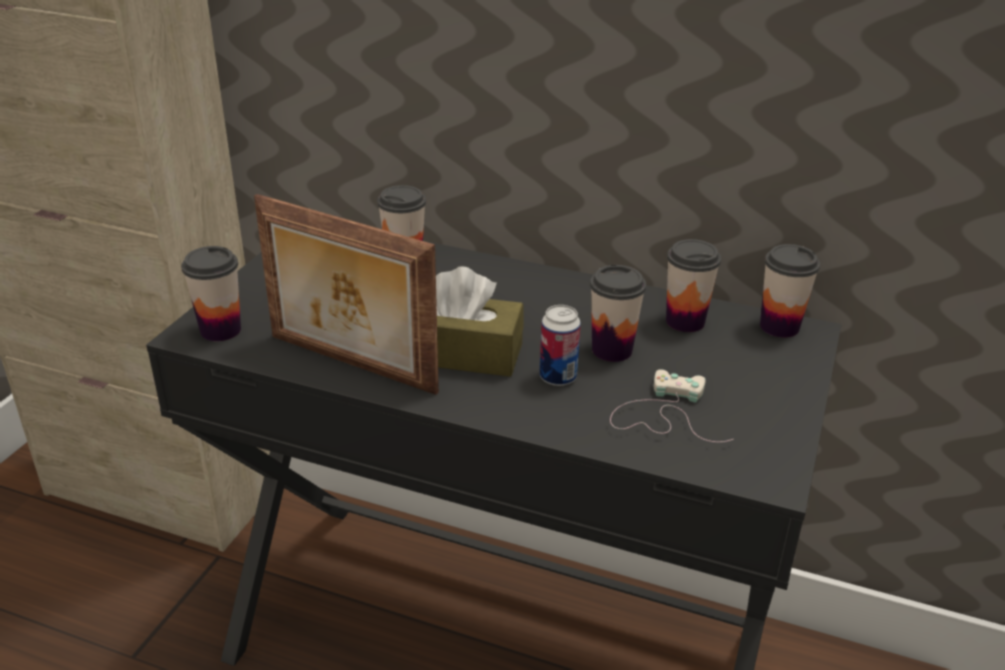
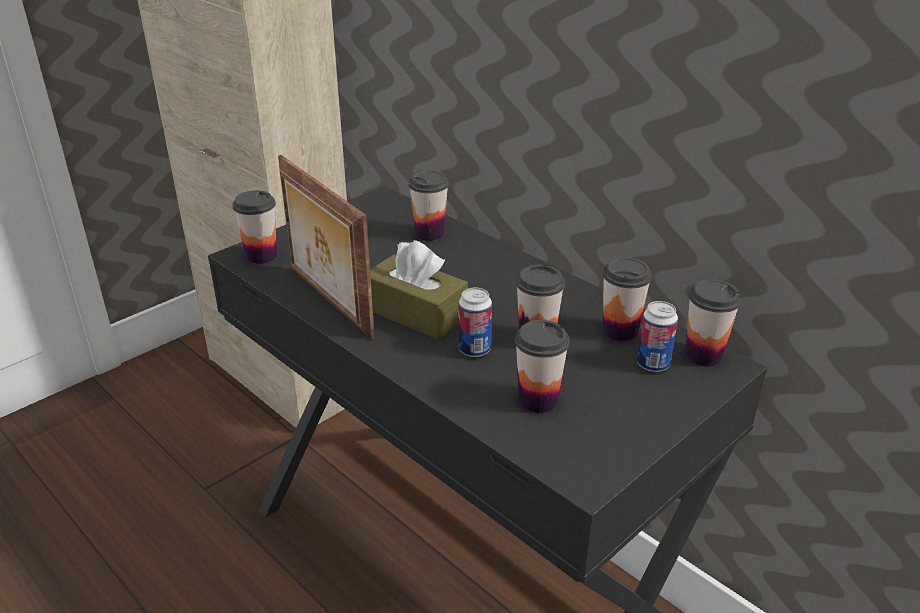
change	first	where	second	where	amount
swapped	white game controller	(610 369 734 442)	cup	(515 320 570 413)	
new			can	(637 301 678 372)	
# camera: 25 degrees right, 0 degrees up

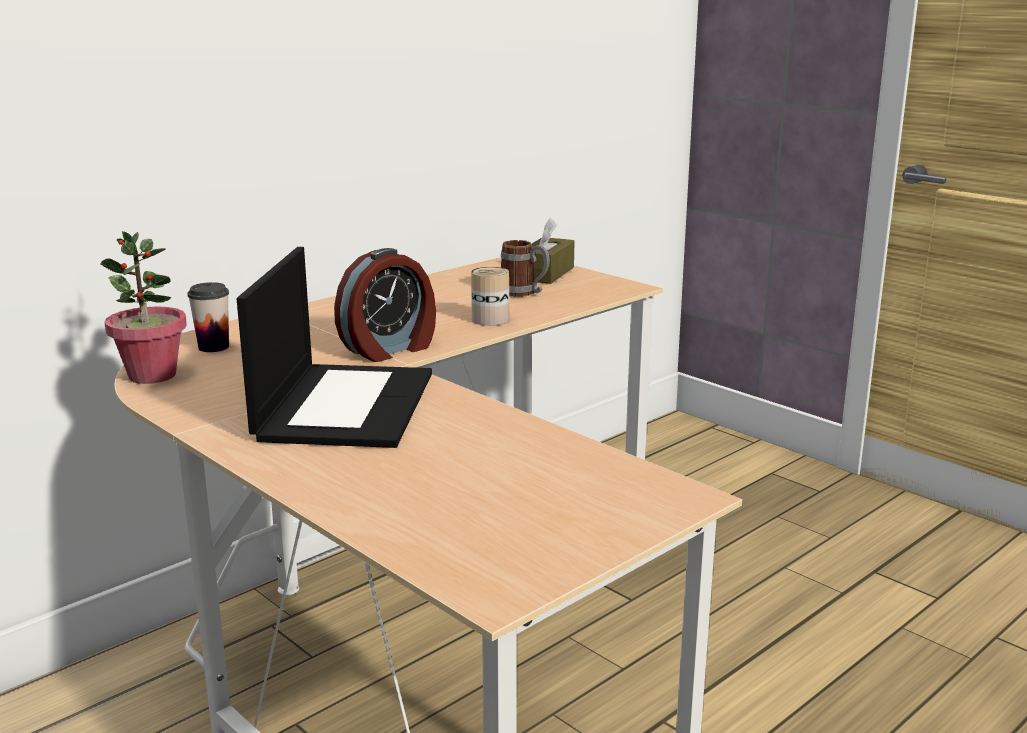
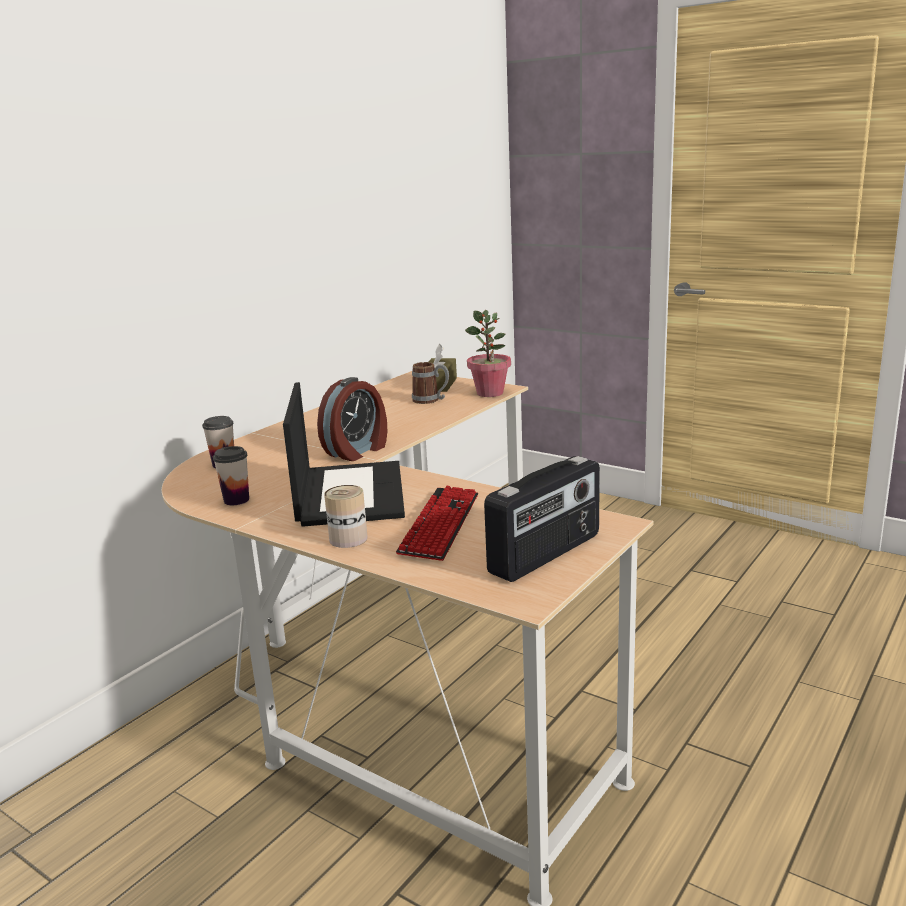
change	first	where	second	where	amount
new			cup	(213 446 249 505)	
shifted	can	(471 267 509 326)		(324 485 368 548)	
new			keyboard	(396 486 479 561)	
shifted	potted plant	(100 231 187 384)		(465 310 511 397)	
new			radio	(484 456 600 582)	
# camera: 10 degrees left, 0 degrees up

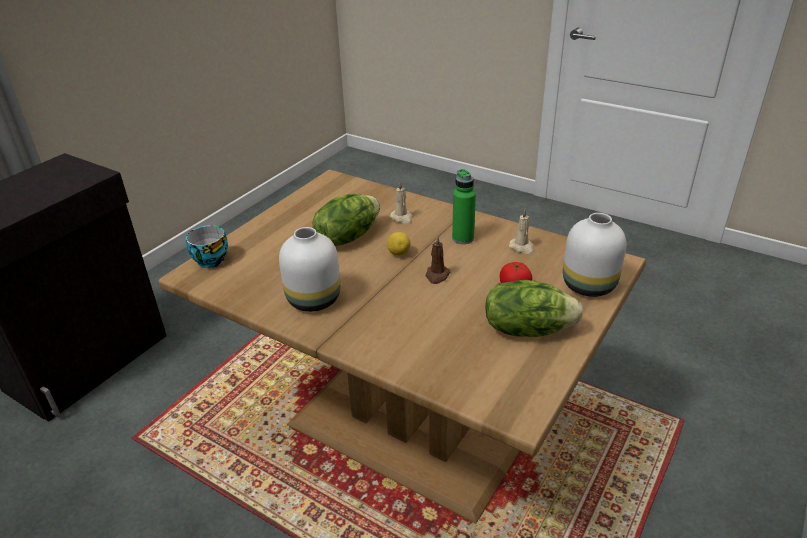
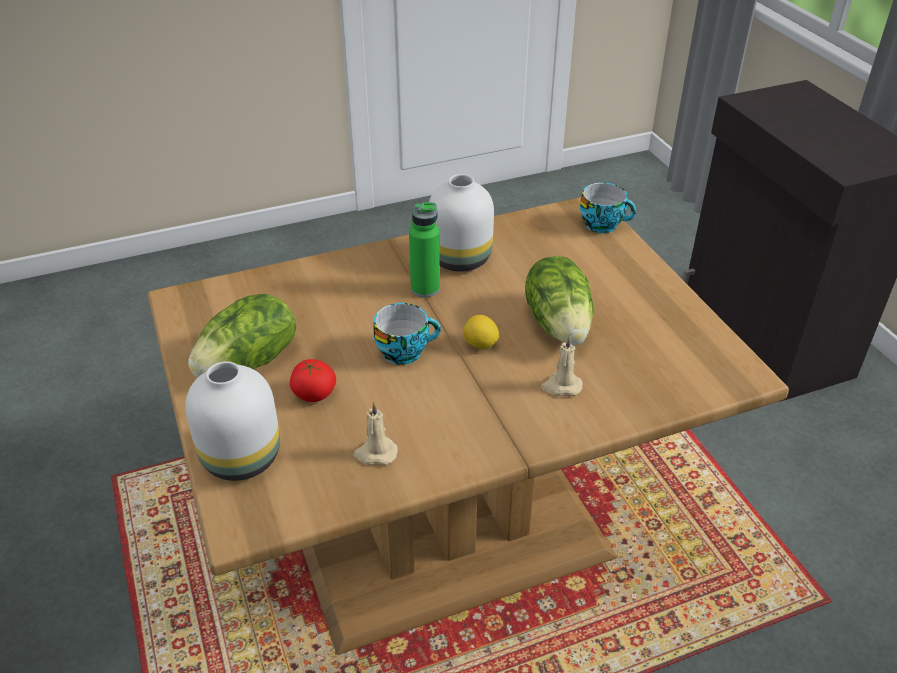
change	first	where	second	where	amount
swapped	brown candle	(426 236 450 284)	cup	(373 303 441 365)	
shifted	green bottle	(452 169 476 244)		(409 202 440 298)	
# camera: 125 degrees right, 5 degrees up

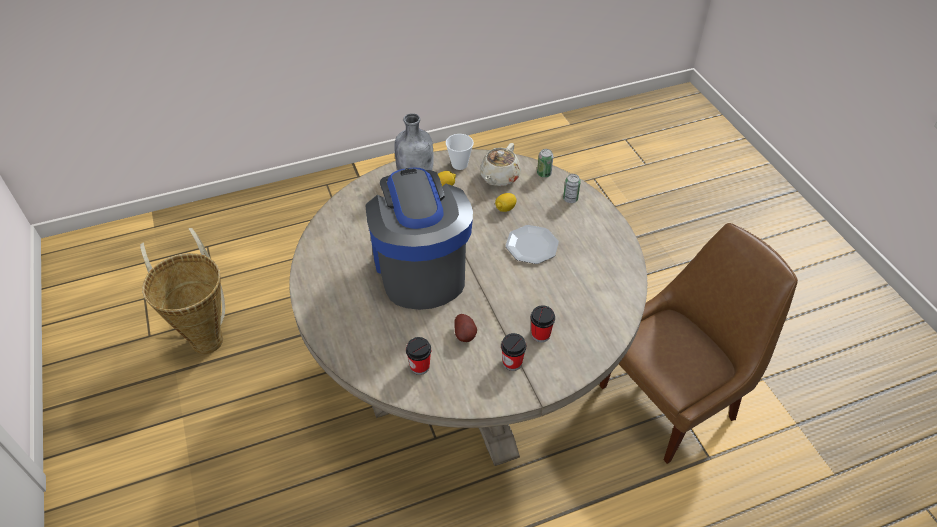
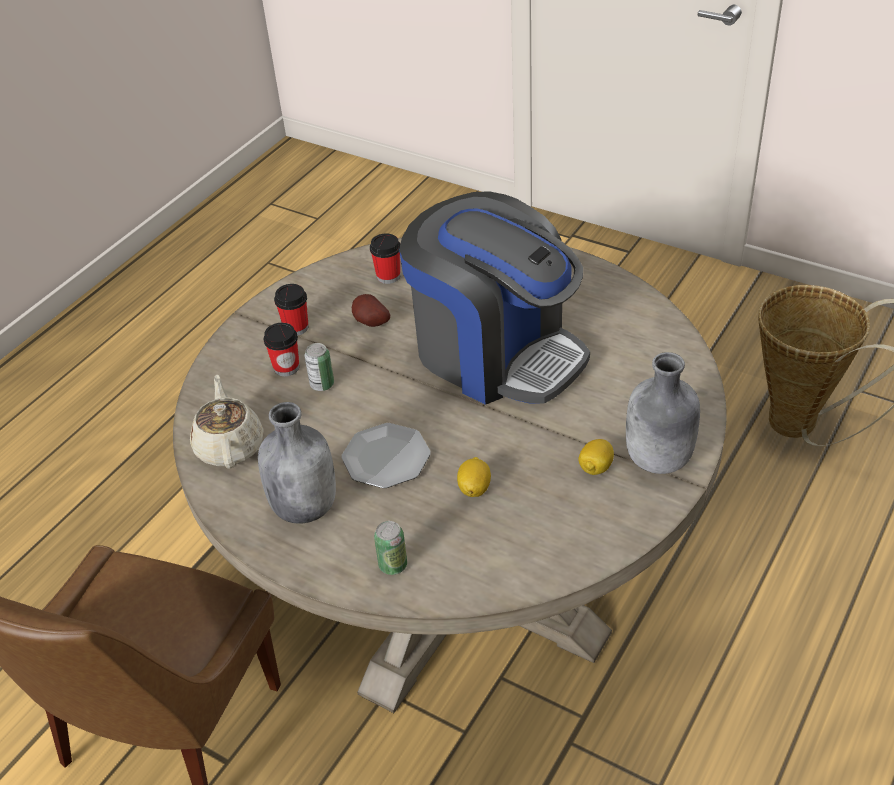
change	first	where	second	where	amount
shifted	beige teapot	(480 143 521 186)		(190 375 264 469)	
new			grey bottle	(258 402 336 524)	
shifted	can	(537 149 553 178)		(304 343 334 391)	
gone	cup	(446 134 474 170)			
# camera: 145 degrees right, 5 degrees down

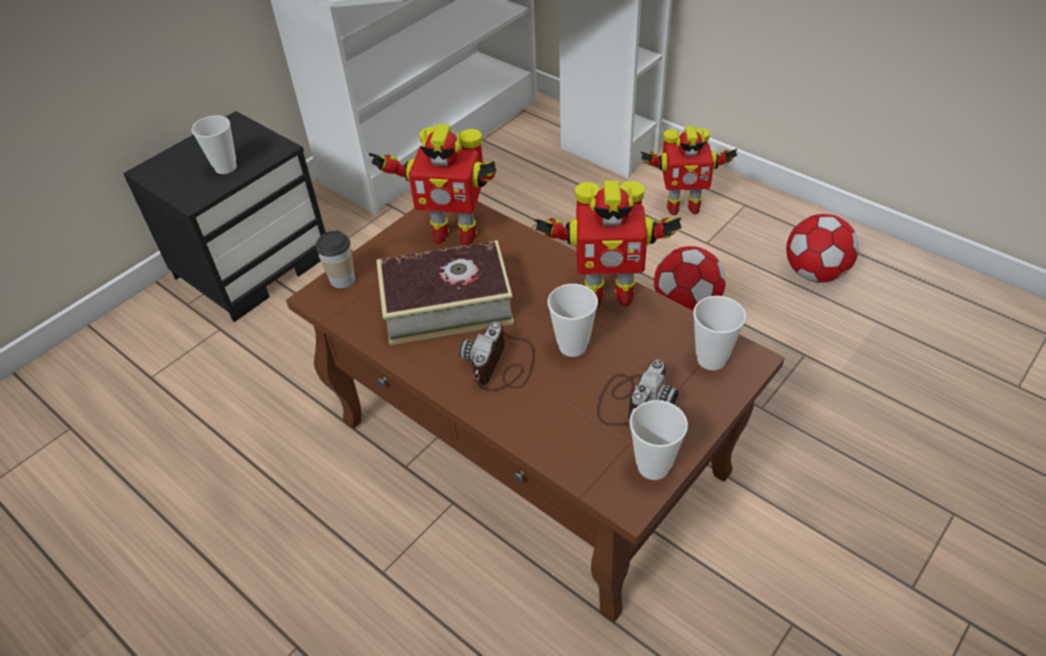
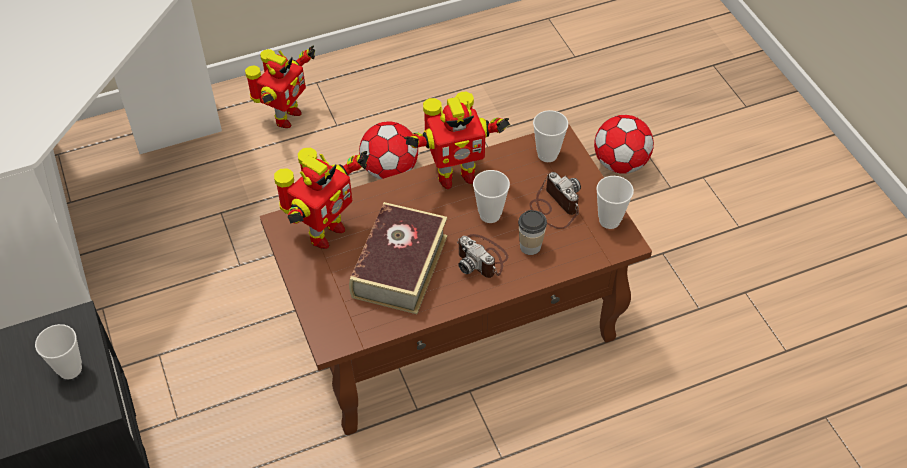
change	first	where	second	where	amount
rotated	toy robot	(534 180 682 307)		(404 92 510 189)	45 degrees clockwise
shifted	cup	(316 230 355 288)		(518 210 547 255)	
shifted	football	(786 214 859 283)		(594 115 654 174)	
# camera: 65 degrees left, 5 degrees up

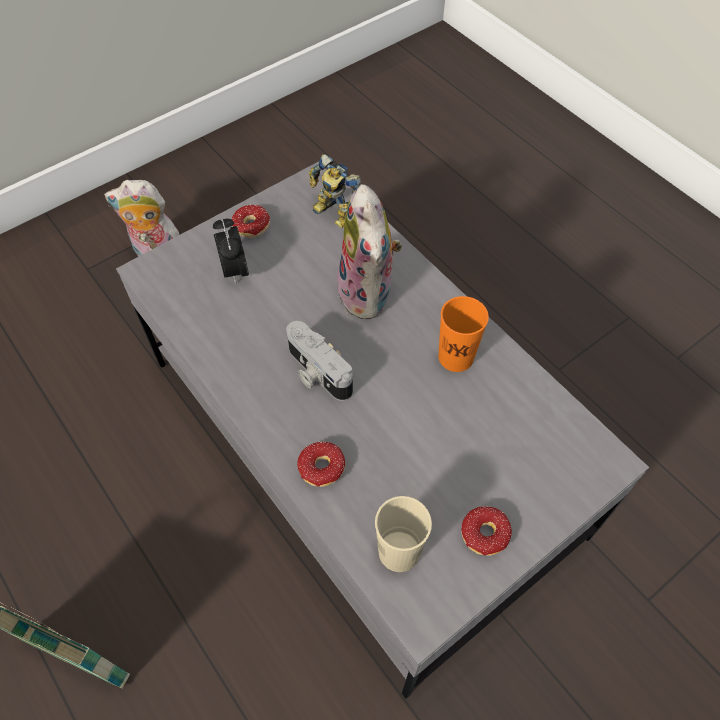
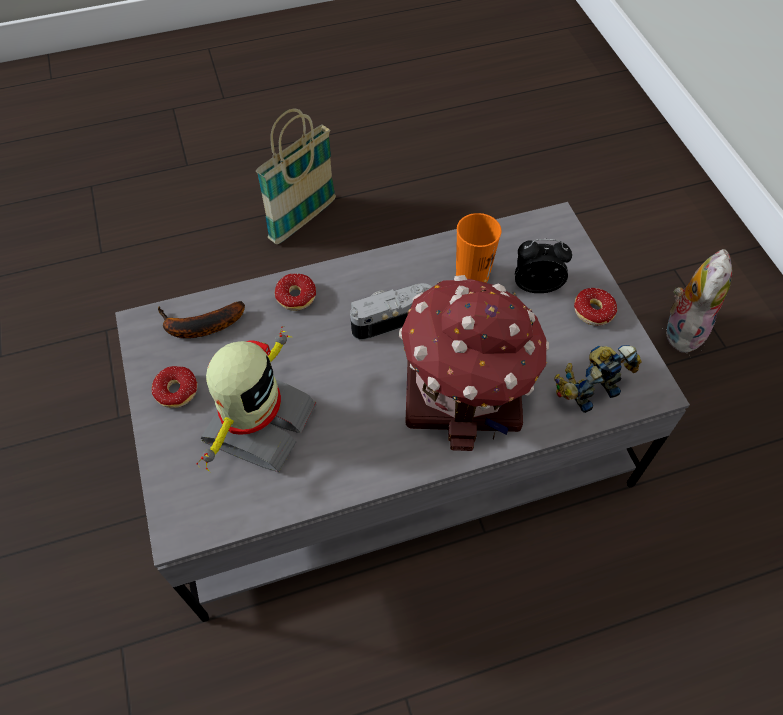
change	first	where	second	where	amount
swapped	beige cup	(375 496 432 572)	banana	(158 301 245 338)	
new			toy robot	(196 326 317 472)	
swapped	plush toy	(335 184 402 319)	toy house	(399 275 549 451)	
shifted	orange cup	(438 296 489 372)		(456 213 501 283)	
# camera: 110 degrees right, 0 degrees up

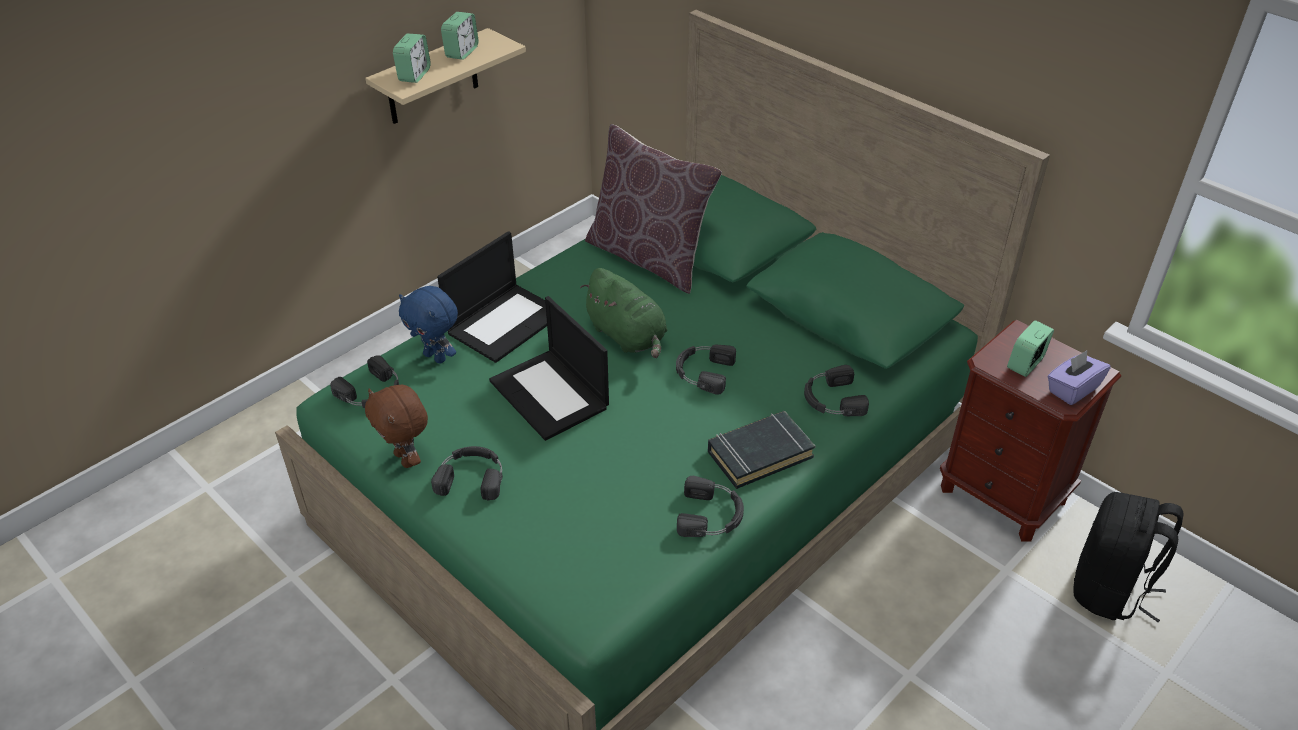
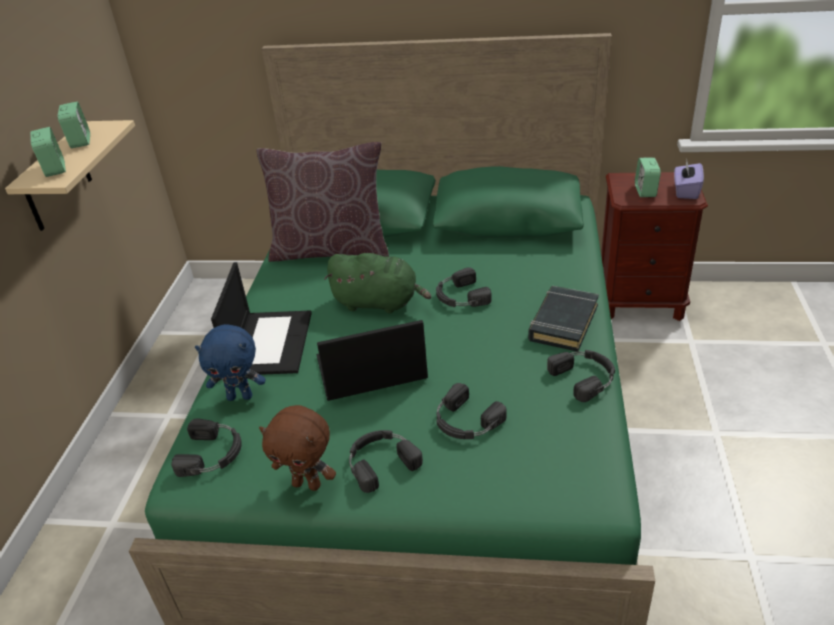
change	first	where	second	where	amount
rotated	laptop	(489 296 609 441)		(316 320 428 401)	150 degrees clockwise
shifted	black headphones	(804 365 869 416)		(436 383 507 439)	
gone	black backpack	(1073 492 1183 622)			
# camera: 35 degrees left, 5 degrees down

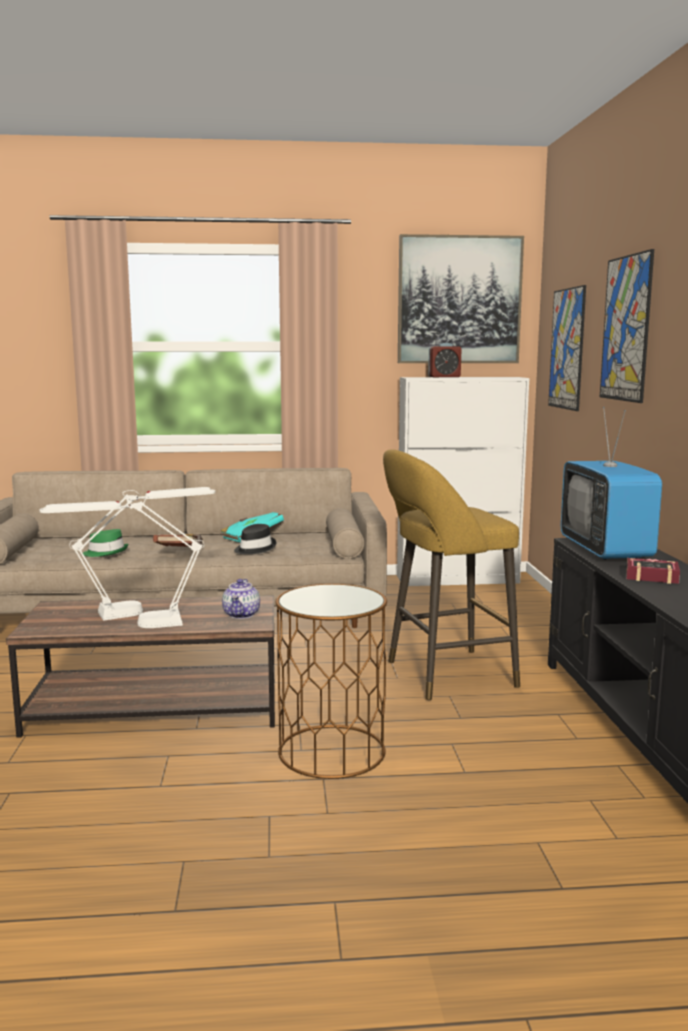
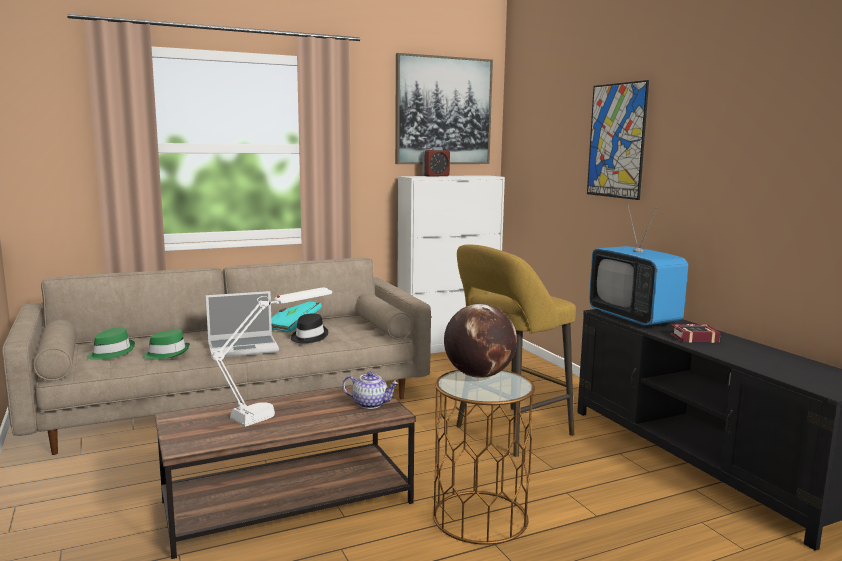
change	first	where	second	where	amount
new			green hat	(87 327 135 360)	
swapped	brown book	(153 534 203 547)	laptop	(206 291 279 357)	
rotated	teapot	(222 579 260 619)		(342 371 399 409)	60 degrees counterclockwise
new			globe	(444 304 517 378)	
gone	white table lamp	(40 498 204 628)			
gone	picture	(548 285 586 411)			
# camera: 20 degrees left, 0 degrees up

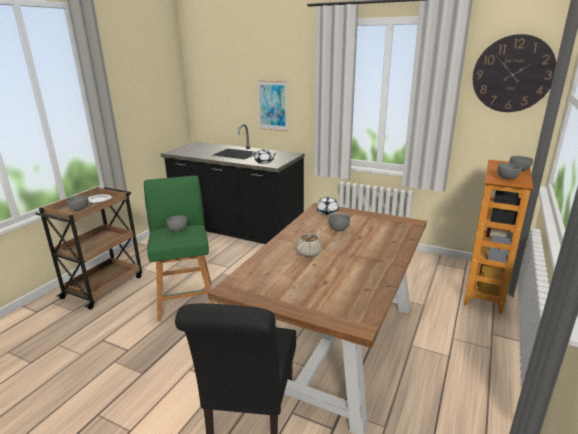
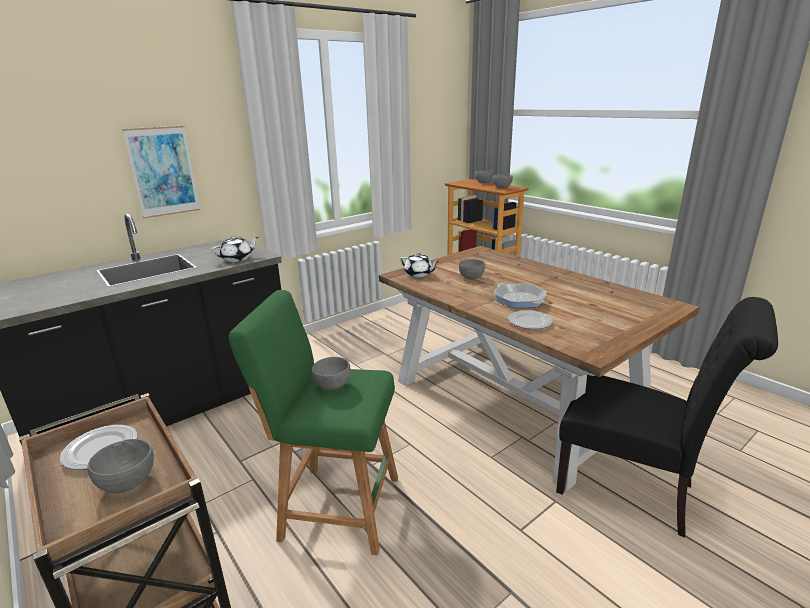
change	first	where	second	where	amount
swapped	beige teapot	(296 229 322 257)	frying pan	(493 283 547 308)	
new			plate	(508 310 553 329)	
gone	wall clock	(473 34 556 112)			
# camera: 65 degrees left, 0 degrees up

